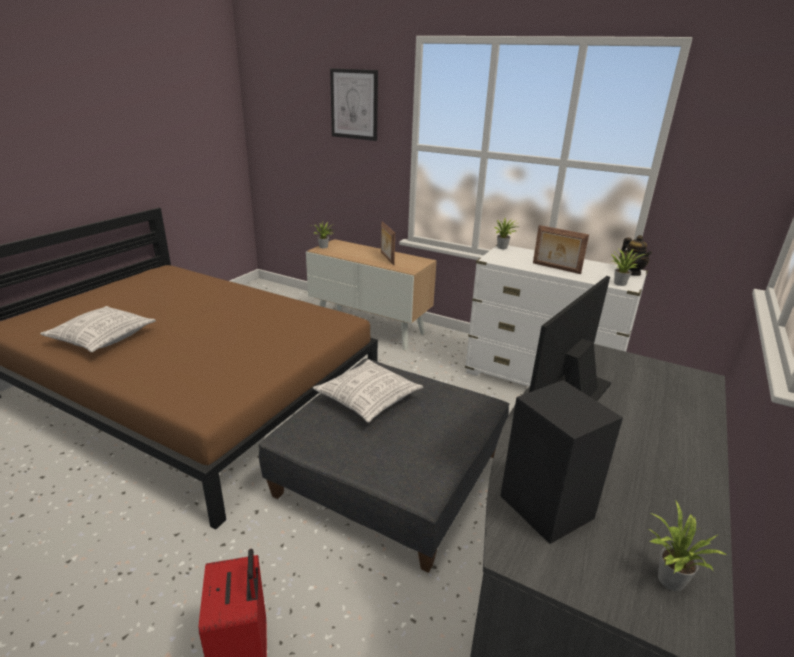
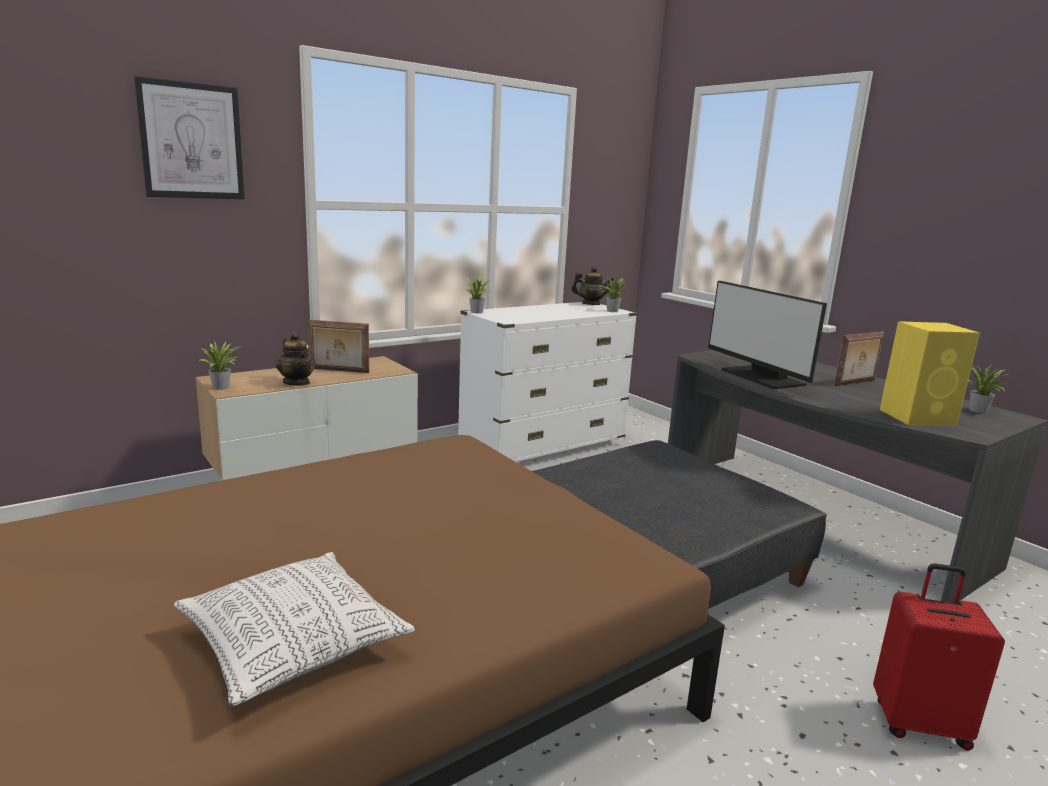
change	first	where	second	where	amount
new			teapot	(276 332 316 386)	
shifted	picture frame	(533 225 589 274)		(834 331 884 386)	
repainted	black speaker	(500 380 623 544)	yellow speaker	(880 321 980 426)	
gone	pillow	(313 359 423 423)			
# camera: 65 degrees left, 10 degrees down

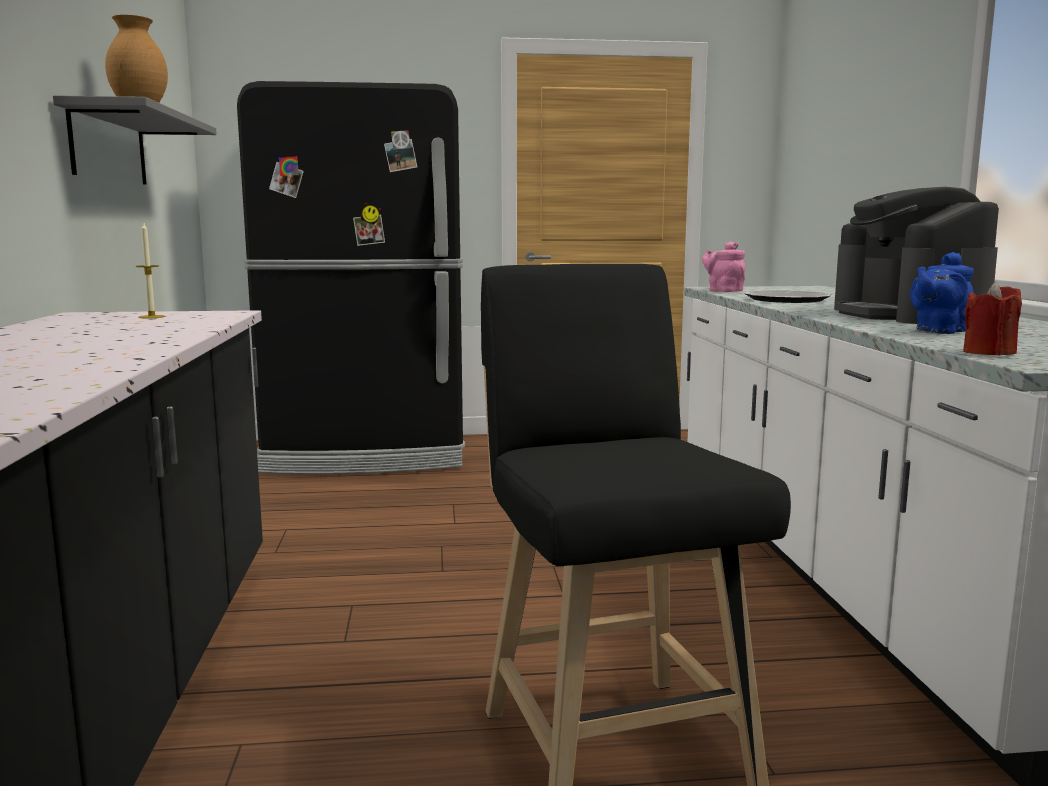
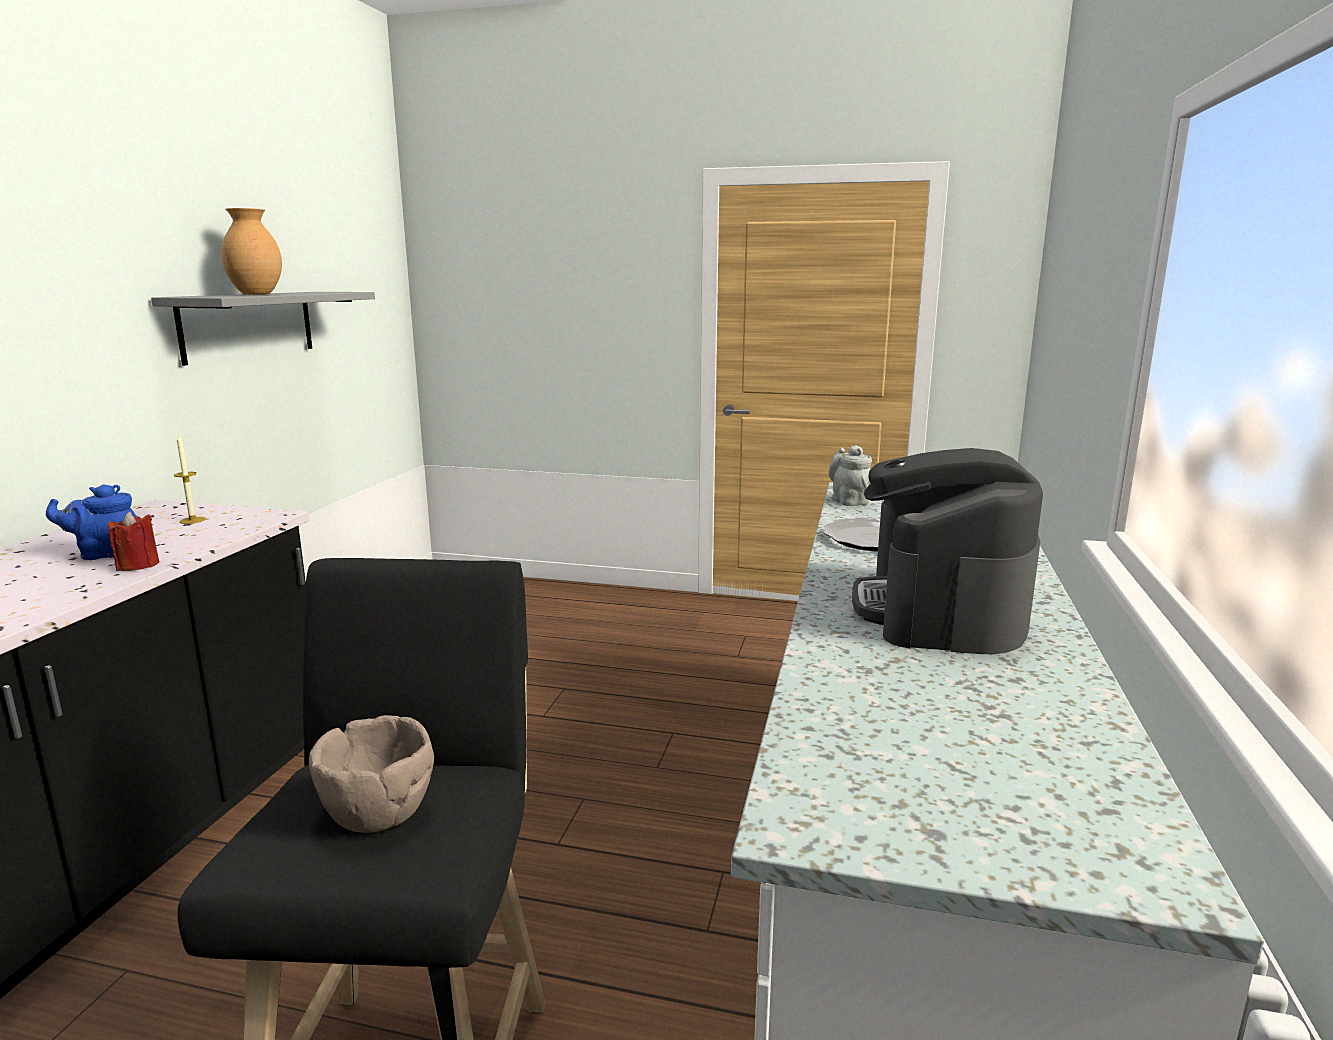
change	first	where	second	where	amount
shifted	blue teapot	(910 252 974 334)		(46 484 137 560)	
shifted	red candle	(963 282 1022 355)		(108 511 159 571)	
new			brown bowl	(309 715 434 833)	
repainted	pink teapot	(702 241 745 292)	grey teapot	(829 445 872 506)	
gone	black fridge	(237 81 465 474)			
# camera: 20 degrees right, 5 degrees up

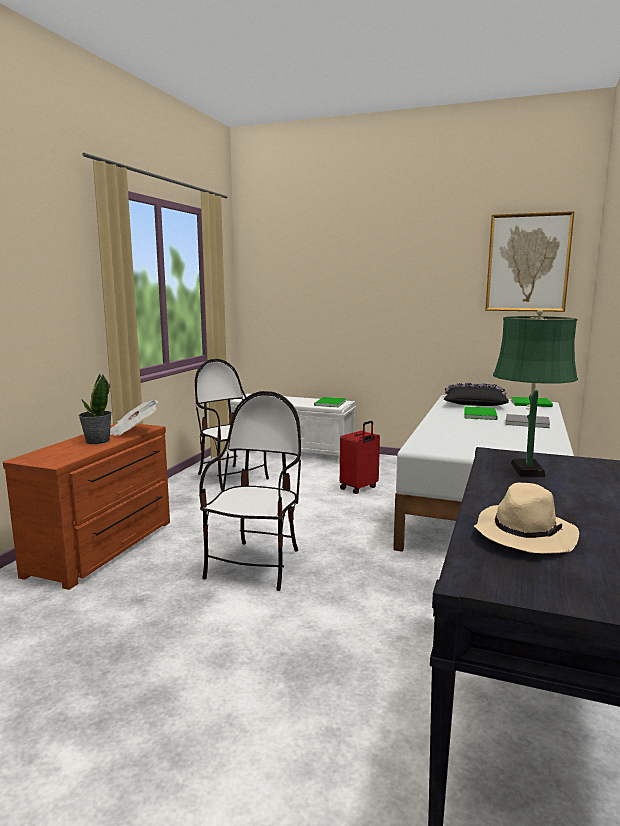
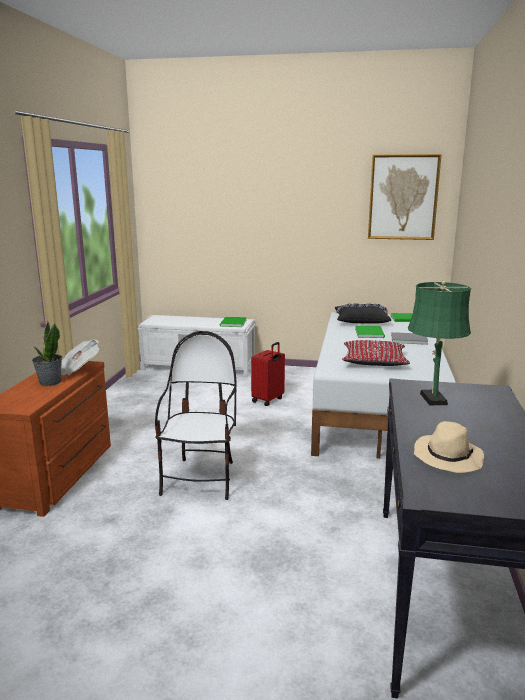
change	first	where	second	where	amount
new			red pillow	(342 340 410 366)	
gone	chair	(195 359 269 491)			
# camera: 10 degrees left, 5 degrees up

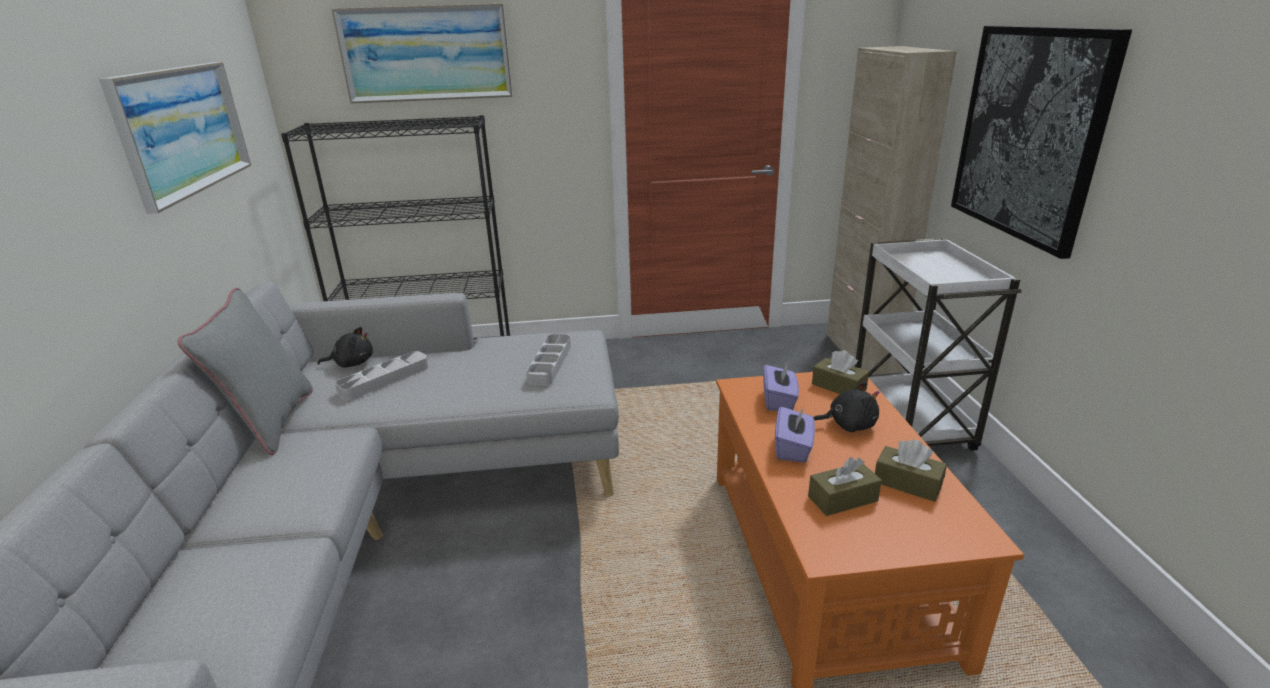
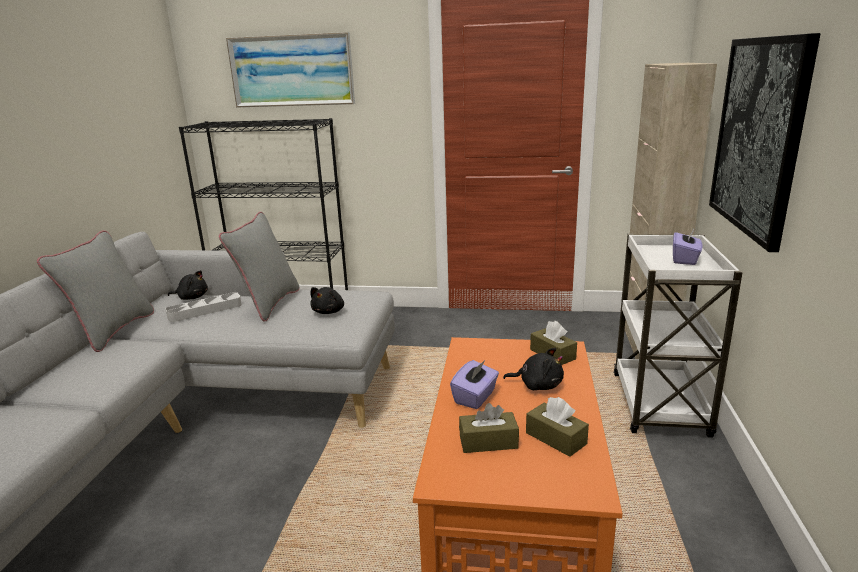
change	first	where	second	where	amount
new			grey pillow	(219 212 299 322)	
swapped	grey tray	(526 334 571 386)	black plush toy	(310 287 344 314)	
shifted	purple tissue box	(763 361 799 411)		(673 229 703 265)	
gone	picture	(99 62 251 214)			
# camera: 15 degrees right, 5 degrees down

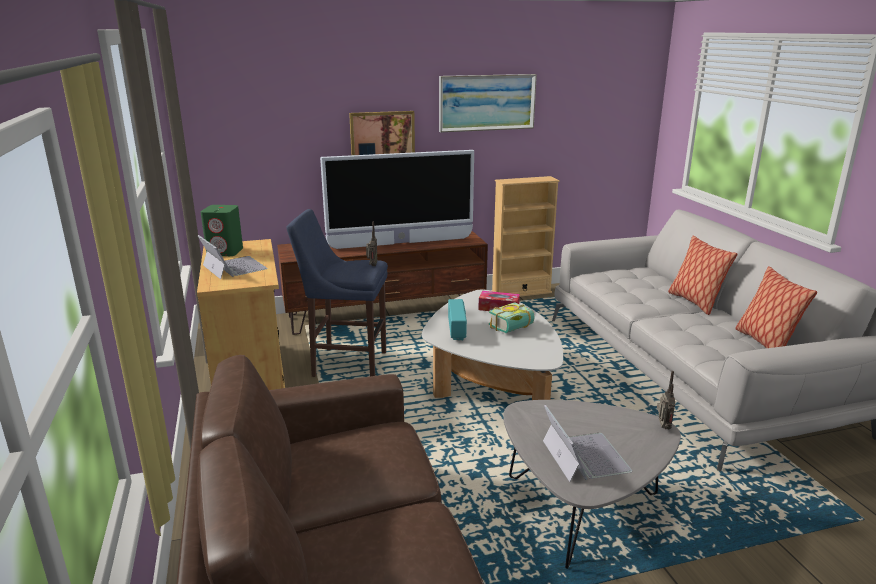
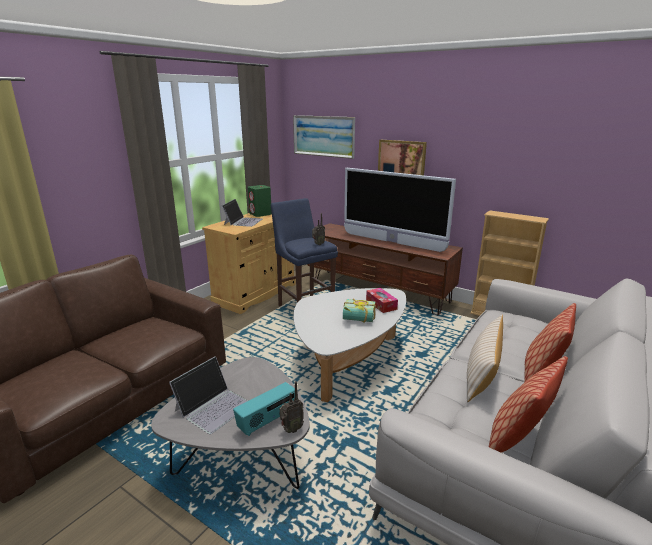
change	first	where	second	where	amount
shifted	radio	(448 299 467 340)		(233 382 295 436)	
shifted	picture	(439 74 537 132)		(293 115 355 159)	
new			beige pillow	(467 315 503 402)	
# camera: 50 degrees right, 0 degrees up

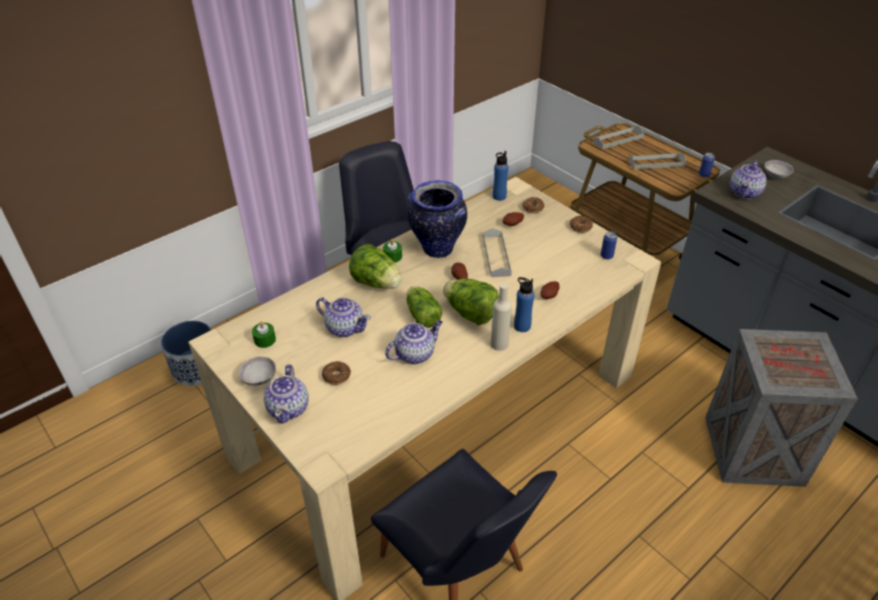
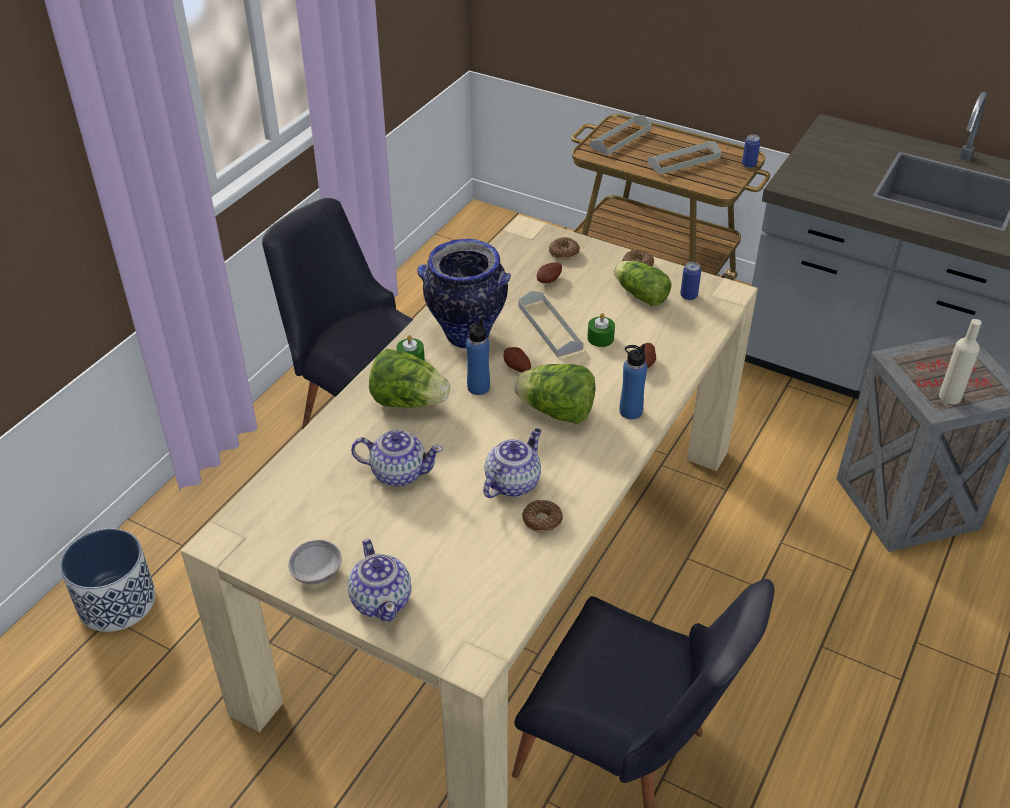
change	first	where	second	where	amount
shifted	blue bottle	(493 151 509 201)		(466 318 490 395)	
shifted	donut	(322 361 351 385)		(522 500 563 533)	
shifted	green candle	(252 321 276 348)		(587 313 615 347)	
shifted	lettuce	(407 286 442 328)		(614 261 672 306)	
shifted	beige bottle	(491 283 512 351)		(939 319 982 404)	
gone	teapot	(730 160 767 199)			
gone	grey bowl	(764 160 794 179)			
# camera: 20 degrees left, 0 degrees up

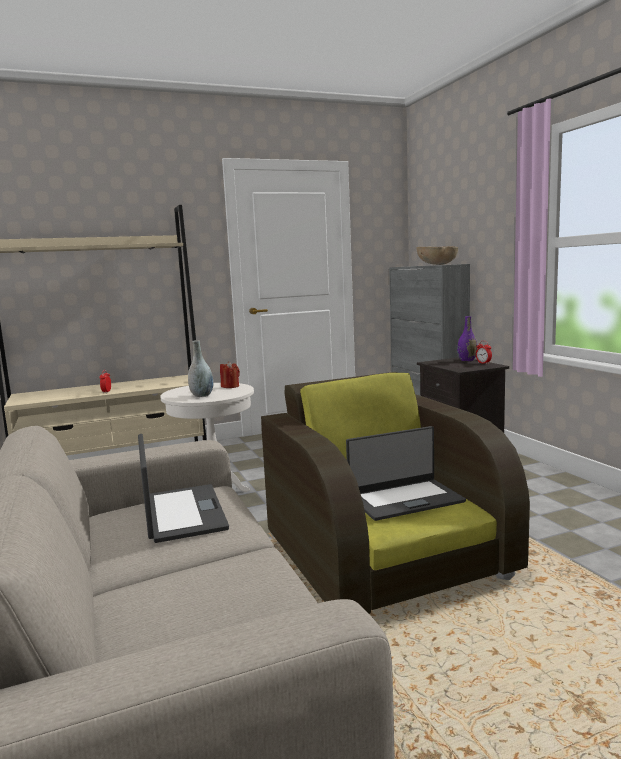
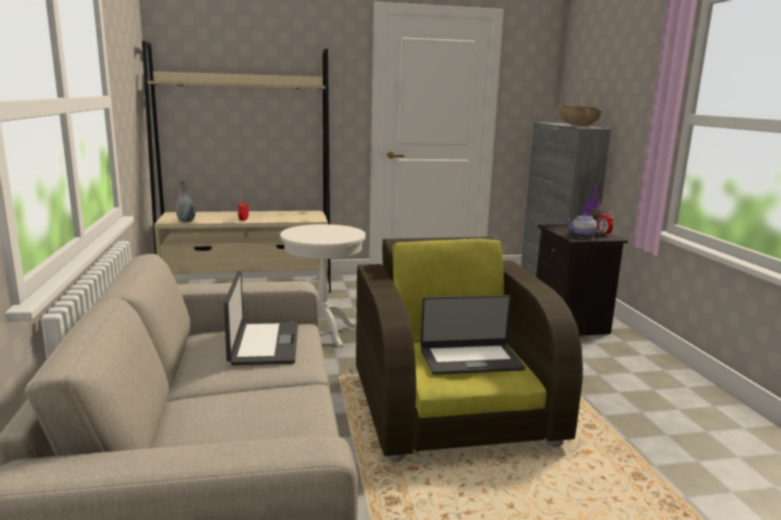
change	first	where	second	where	amount
shifted	grey vase	(188 340 214 397)		(176 179 196 222)	
new			teapot	(565 213 605 238)	
gone	red candle	(220 361 240 388)			
# camera: 10 degrees right, 5 degrees up

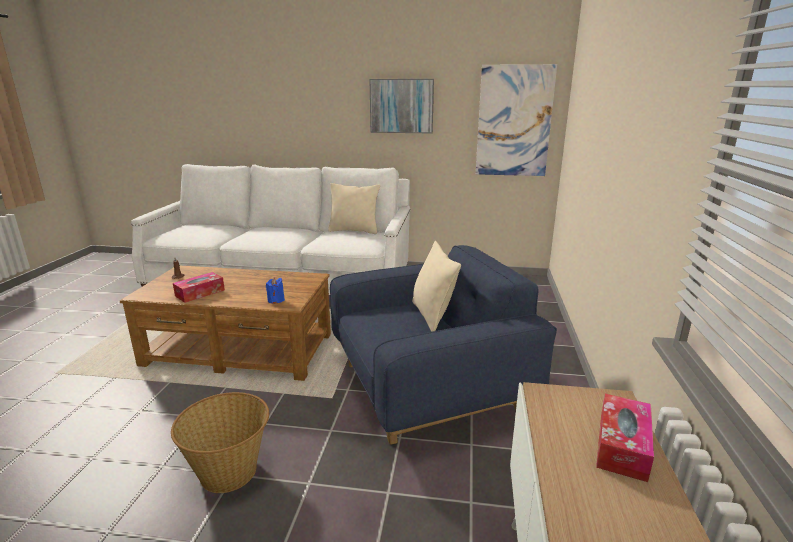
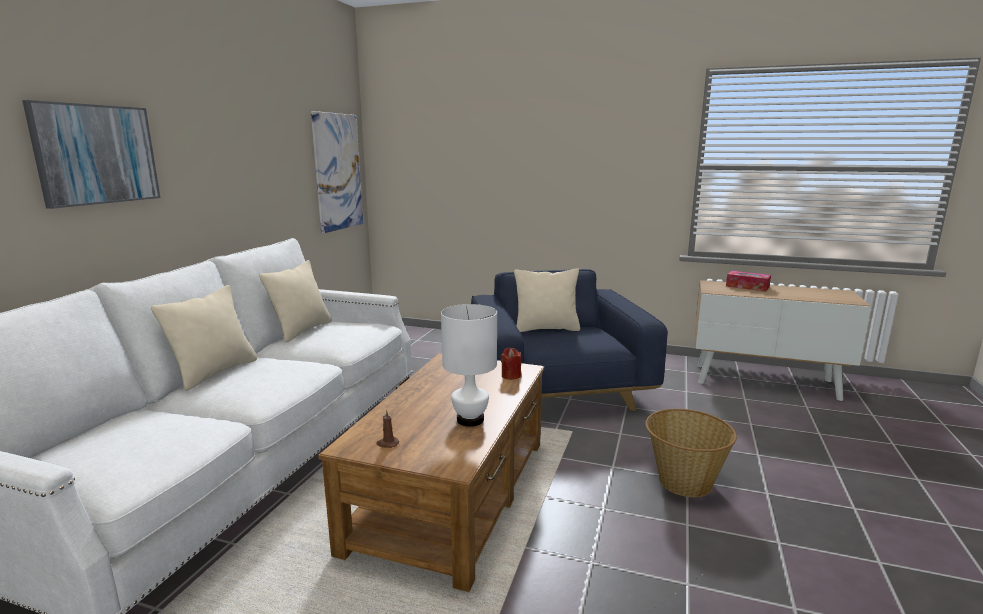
change	first	where	second	where	amount
shifted	picture	(369 79 434 133)		(22 100 160 209)	
new			beige pillow	(151 285 257 391)	
swapped	tissue box	(173 272 225 303)	white table lamp	(441 304 497 427)	
repainted	blue candle	(266 277 285 304)	red candle	(501 348 522 380)	
# camera: 80 degrees left, 5 degrees down

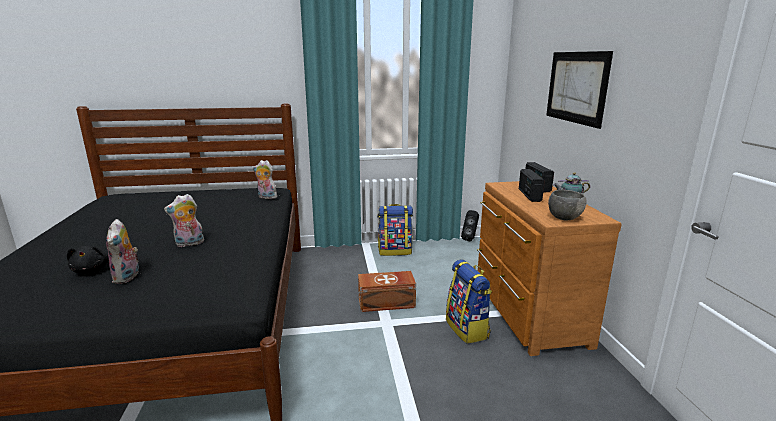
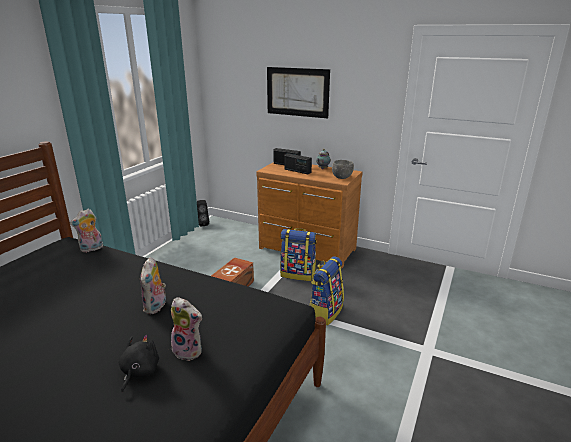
change	first	where	second	where	amount
rotated	black plush toy	(67 245 109 273)		(119 335 159 393)	90 degrees counterclockwise
shifted	backpack	(377 204 413 256)		(309 256 344 326)	
# camera: 55 degrees left, 5 degrees up

